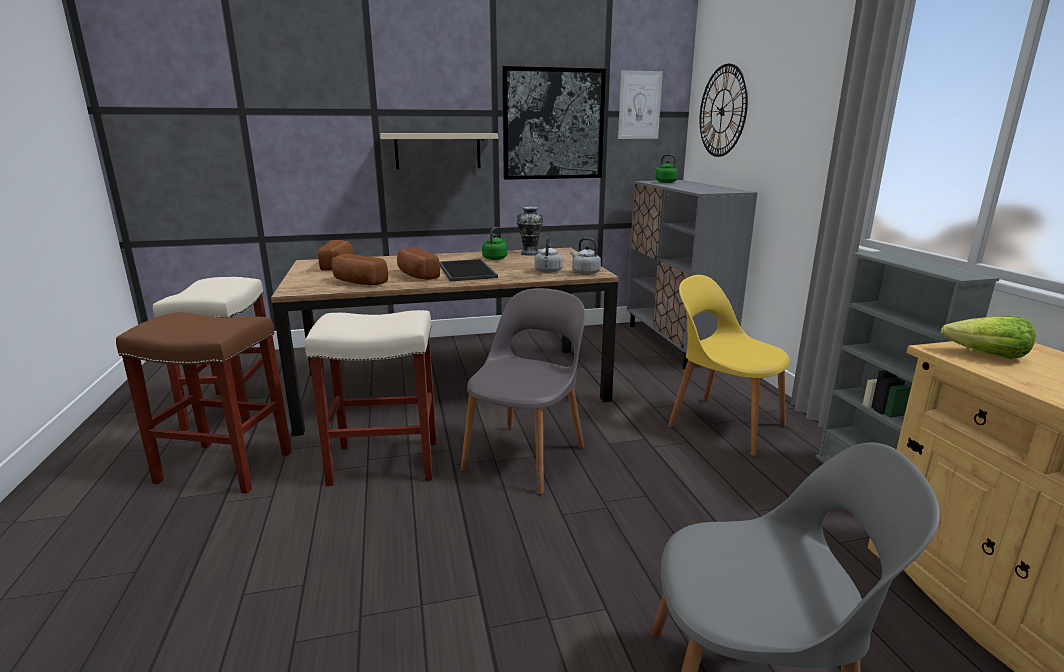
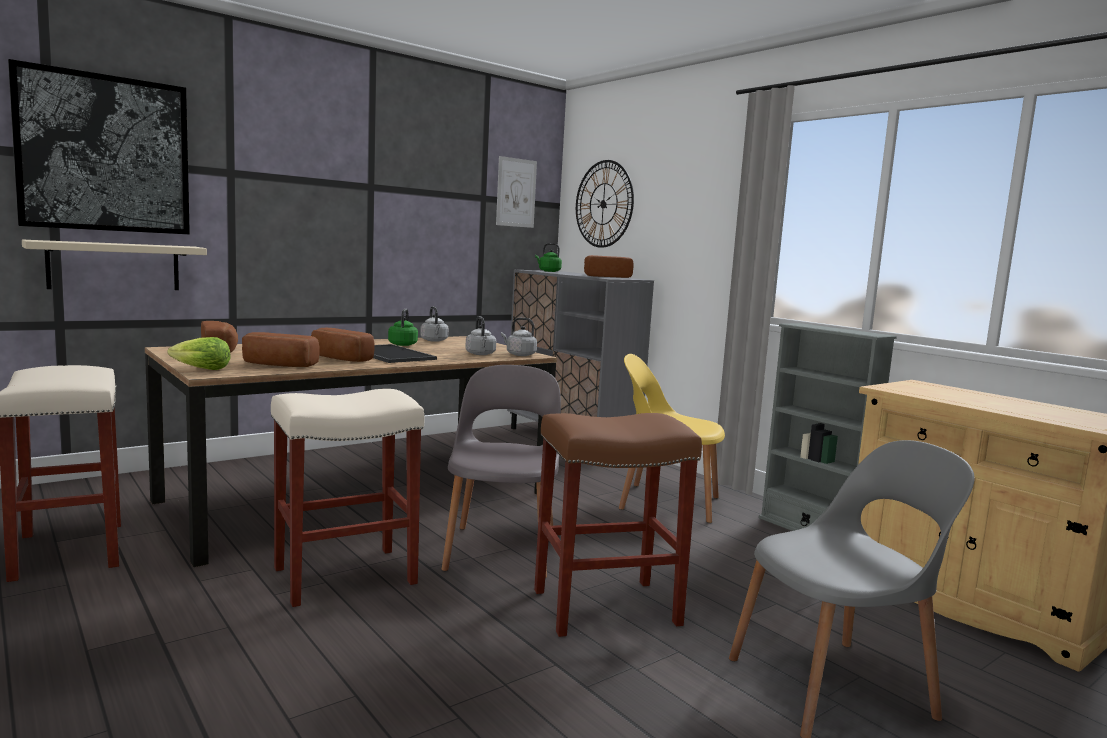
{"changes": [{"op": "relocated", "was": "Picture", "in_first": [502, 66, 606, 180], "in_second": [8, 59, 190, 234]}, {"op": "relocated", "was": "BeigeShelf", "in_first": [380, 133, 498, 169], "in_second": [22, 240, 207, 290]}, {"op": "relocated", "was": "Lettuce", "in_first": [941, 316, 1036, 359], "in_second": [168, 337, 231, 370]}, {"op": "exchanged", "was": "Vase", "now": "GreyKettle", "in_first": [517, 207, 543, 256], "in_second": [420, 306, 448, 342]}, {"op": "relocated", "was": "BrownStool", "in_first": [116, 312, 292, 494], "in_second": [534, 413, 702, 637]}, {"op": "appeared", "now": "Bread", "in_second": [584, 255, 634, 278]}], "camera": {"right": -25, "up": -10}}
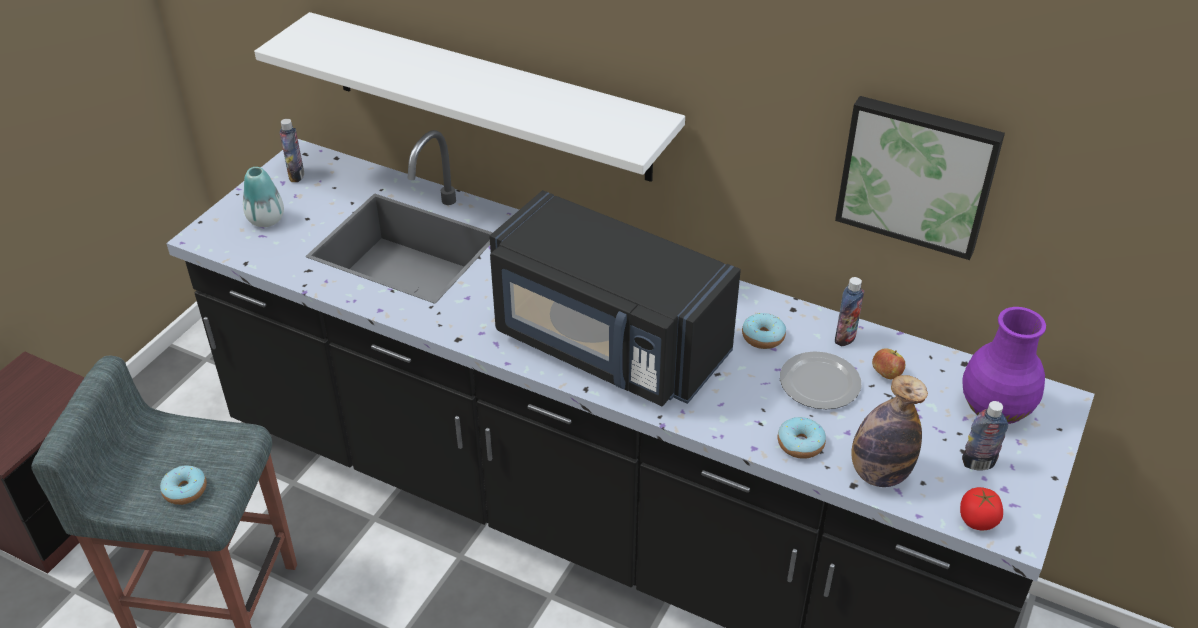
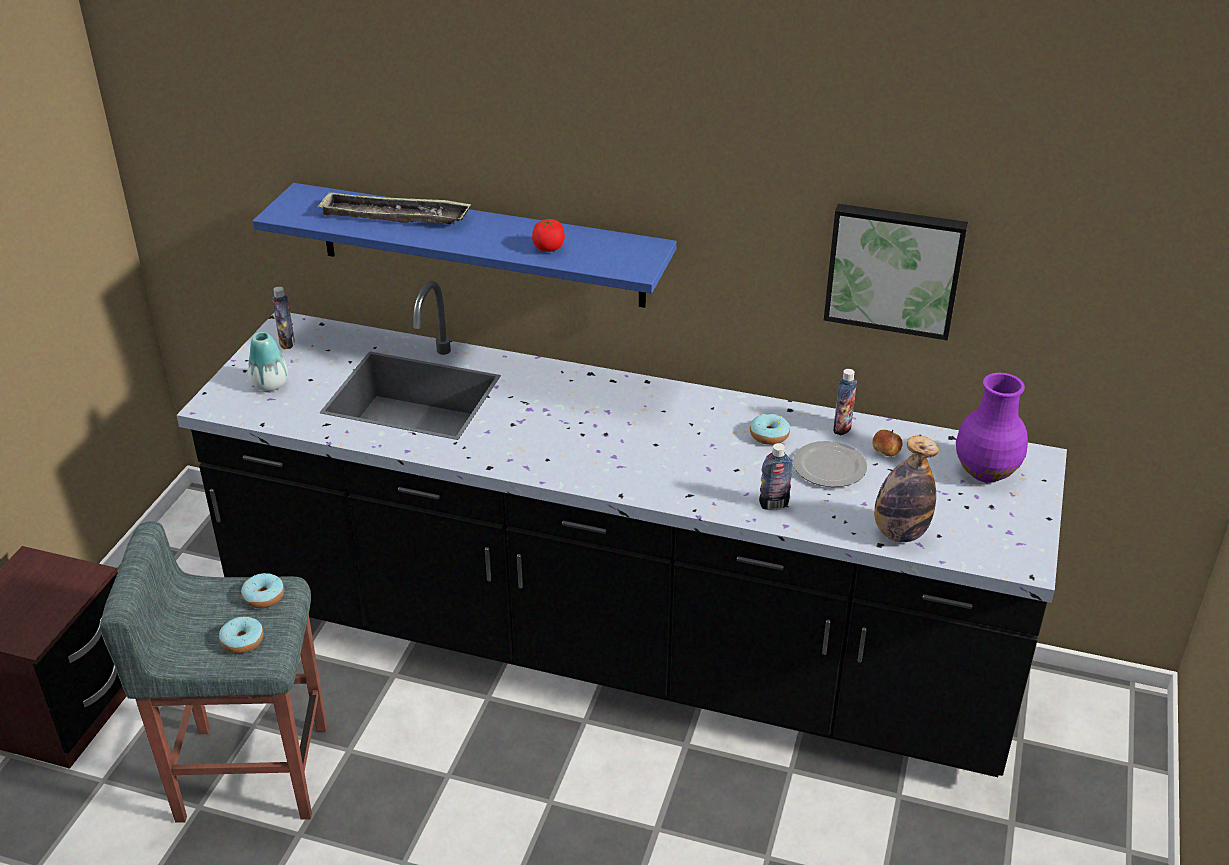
{"changes": [{"op": "relocated", "was": "Donut", "in_first": [778, 417, 826, 459], "in_second": [241, 573, 284, 608]}, {"op": "colour", "was": "WhiteShelf", "now": "BlueShelf", "in_first": [254, 12, 685, 182], "in_second": [253, 183, 677, 308]}, {"op": "appeared", "now": "Tray", "in_second": [317, 191, 471, 224]}, {"op": "relocated", "was": "Tomato", "in_first": [960, 487, 1003, 530], "in_second": [532, 219, 565, 252]}, {"op": "relocated", "was": "Bottle", "in_first": [962, 401, 1009, 471], "in_second": [759, 443, 793, 510]}, {"op": "missing", "was": "BlackMicrowave", "in_first": [489, 190, 741, 406]}], "camera": {"right": -10, "up": -5}}
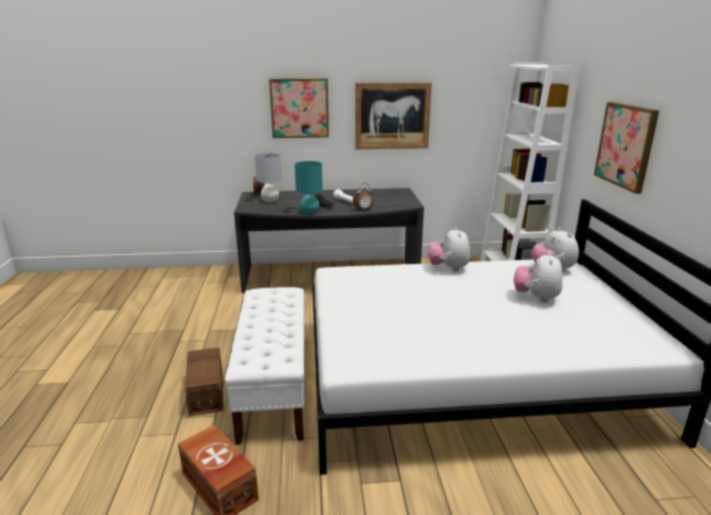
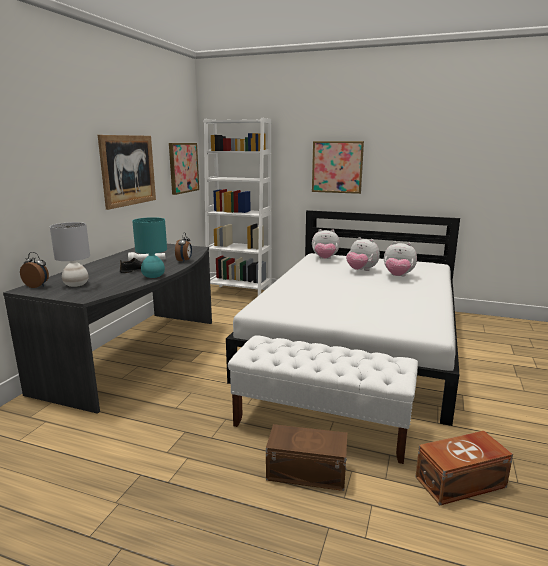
{"changes": [{"op": "relocated", "was": "Picture", "in_first": [269, 78, 329, 138], "in_second": [169, 143, 199, 195]}, {"op": "relocated", "was": "PlushToy", "in_first": [428, 227, 470, 272], "in_second": [384, 241, 417, 276]}], "camera": {"right": -65, "up": -5}}
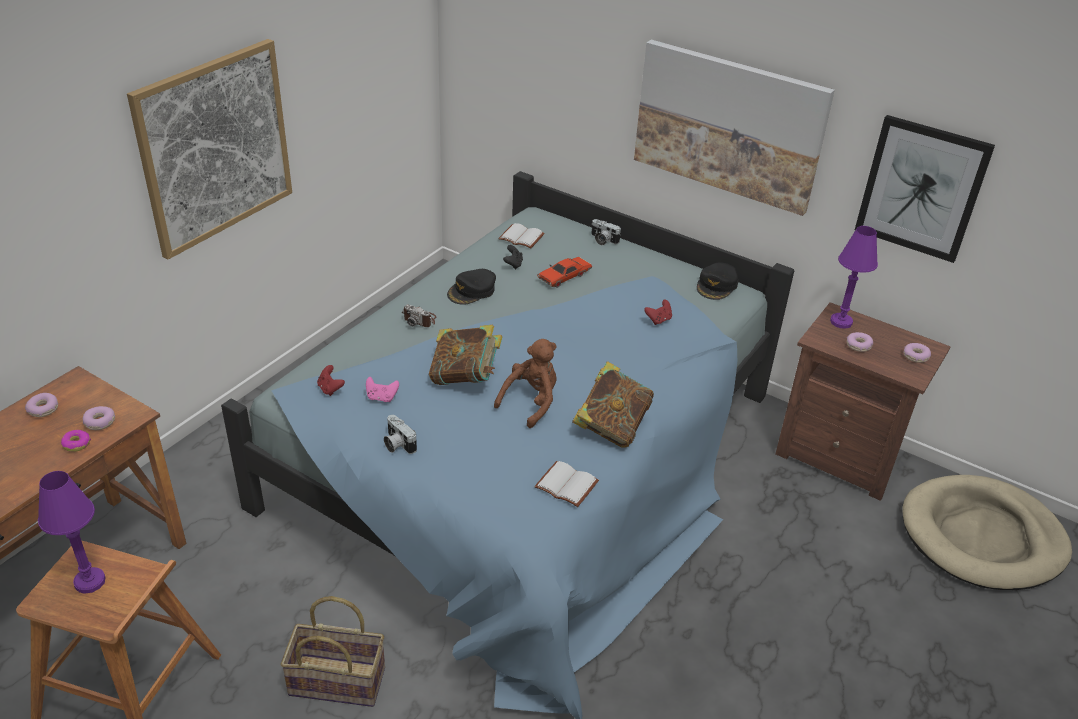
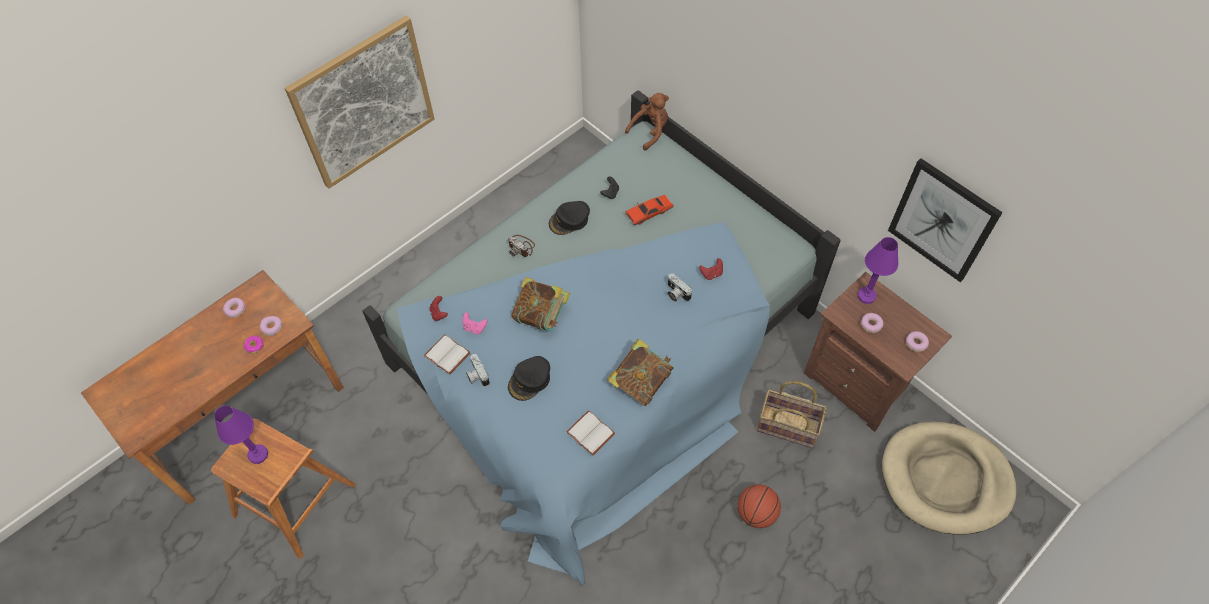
{"changes": [{"op": "relocated", "was": "WhiteBook", "in_first": [498, 223, 545, 248], "in_second": [424, 334, 471, 375]}, {"op": "relocated", "was": "BlackCap", "in_first": [697, 262, 738, 300], "in_second": [508, 356, 550, 401]}, {"op": "relocated", "was": "BrownPlushToy", "in_first": [494, 339, 557, 428], "in_second": [625, 93, 669, 150]}, {"op": "relocated", "was": "PhotoCamera", "in_first": [591, 219, 621, 245], "in_second": [668, 273, 692, 302]}, {"op": "appeared", "now": "Basketball", "in_second": [737, 484, 781, 528]}, {"op": "relocated", "was": "Basket", "in_first": [281, 596, 385, 707], "in_second": [757, 381, 827, 448]}, {"op": "missing", "was": "Picture", "in_first": [634, 40, 835, 216]}], "camera": {"right": 15, "up": 20}}
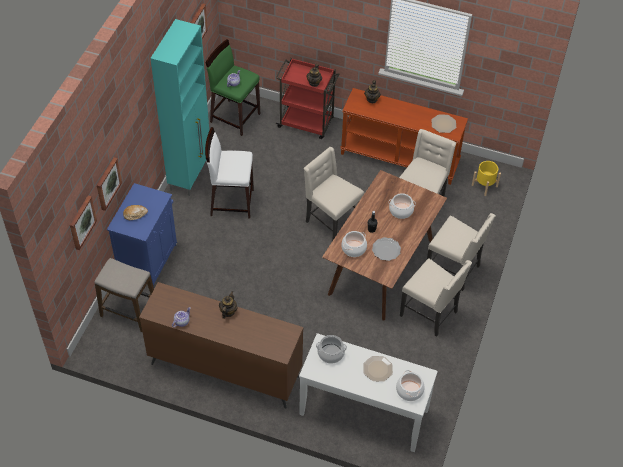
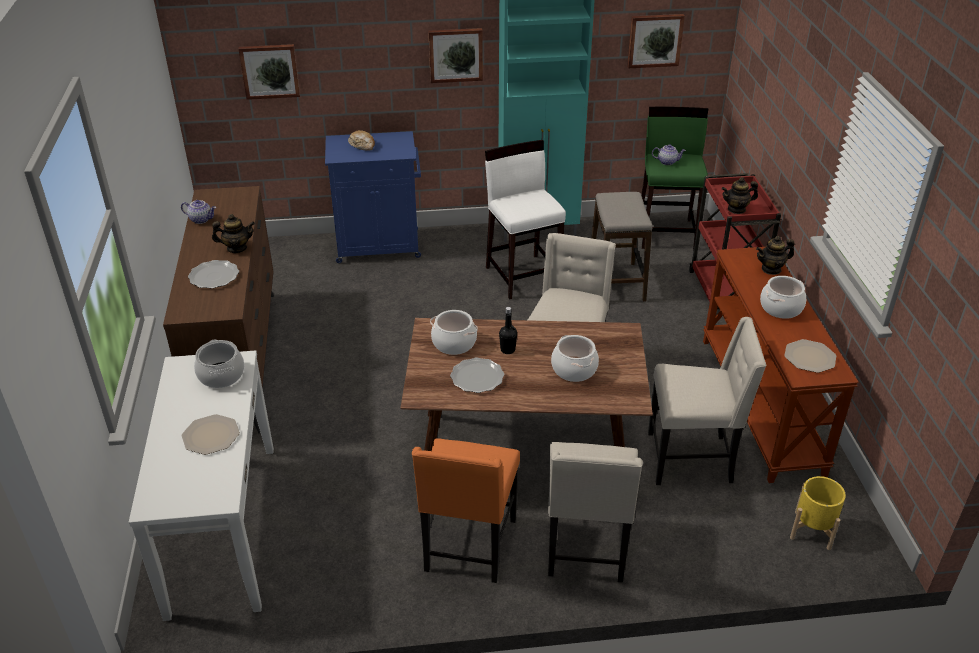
{"changes": [{"op": "appeared", "now": "Plate", "in_second": [188, 260, 239, 288]}, {"op": "colour", "was": "BeigeChair", "now": "OrangeChair", "in_first": [400, 258, 472, 337], "in_second": [412, 438, 520, 583]}, {"op": "relocated", "was": "Picture", "in_first": [97, 158, 122, 211], "in_second": [428, 28, 483, 83]}, {"op": "relocated", "was": "Stool", "in_first": [95, 258, 154, 332], "in_second": [591, 192, 653, 302]}, {"op": "relocated", "was": "CookingPot", "in_first": [396, 370, 425, 401], "in_second": [760, 276, 806, 319]}], "camera": {"right": 65, "up": -15}}
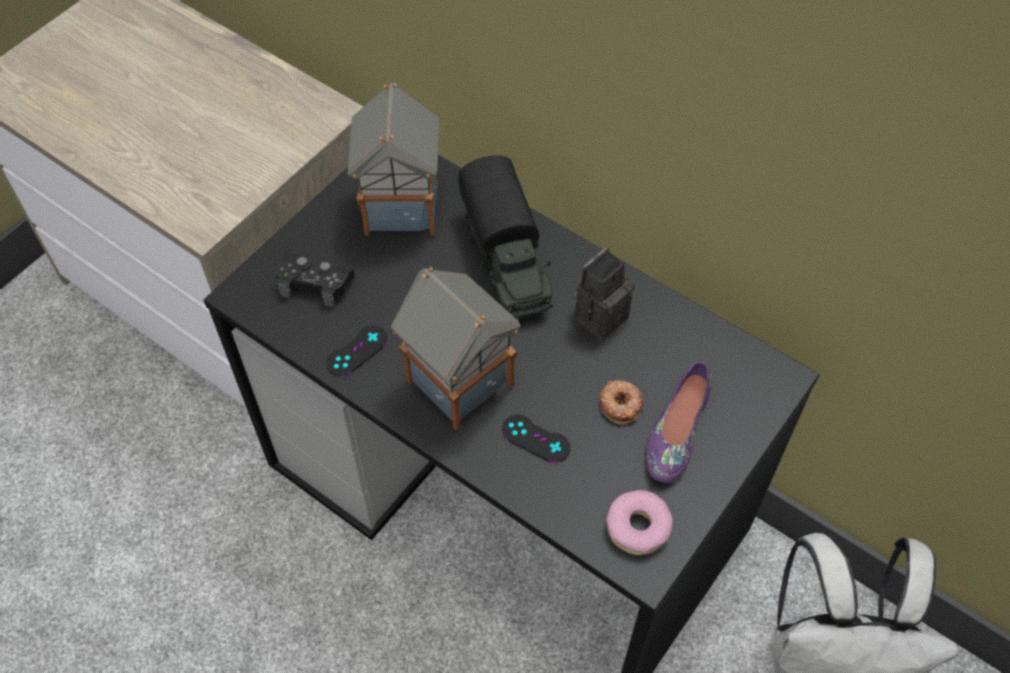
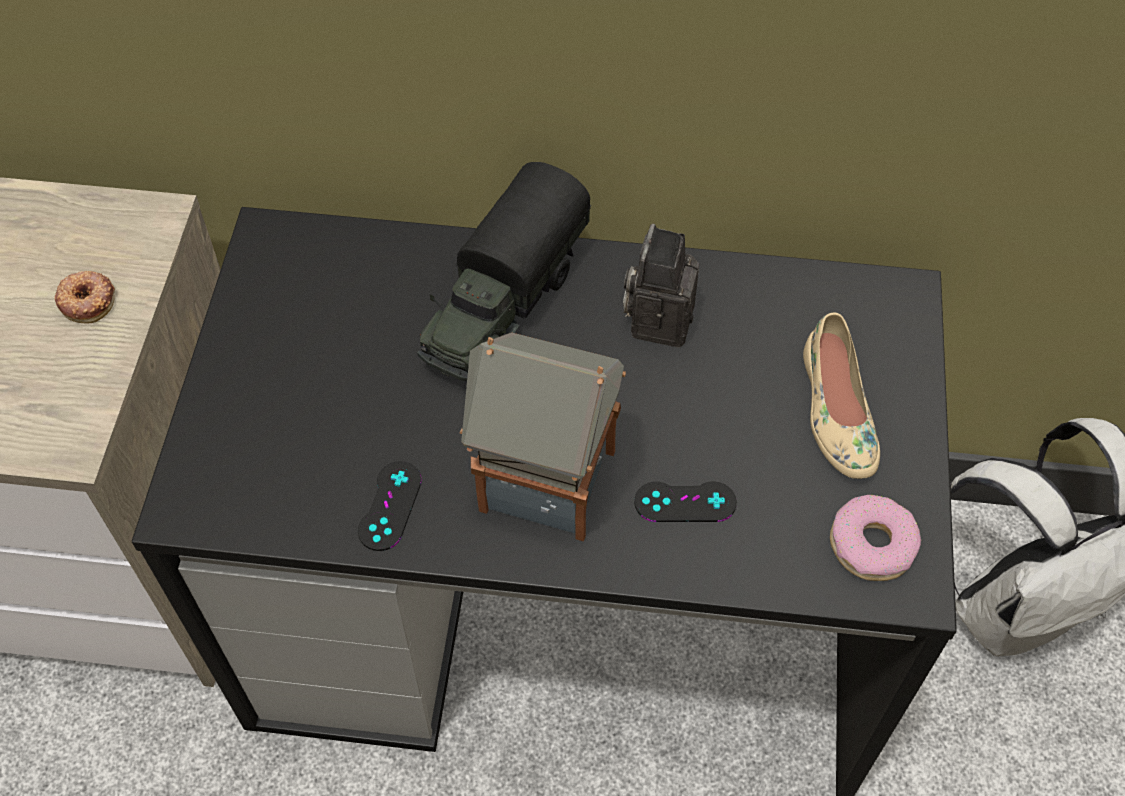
{"changes": [{"op": "relocated", "was": "Donut", "in_first": [599, 380, 644, 425], "in_second": [54, 271, 115, 324]}, {"op": "spun", "was": "ToyTruck", "in_first": [458, 155, 553, 318], "in_second": [417, 162, 591, 381], "clockwise": 75}, {"op": "colour", "was": "PurpleShoe", "now": "BeigeShoe", "in_first": [646, 362, 712, 483], "in_second": [803, 313, 880, 479]}, {"op": "missing", "was": "BlackGameController", "in_first": [276, 252, 354, 307]}, {"op": "missing", "was": "ToyHouse", "in_first": [347, 83, 439, 236]}], "camera": {"right": -30, "up": 0}}
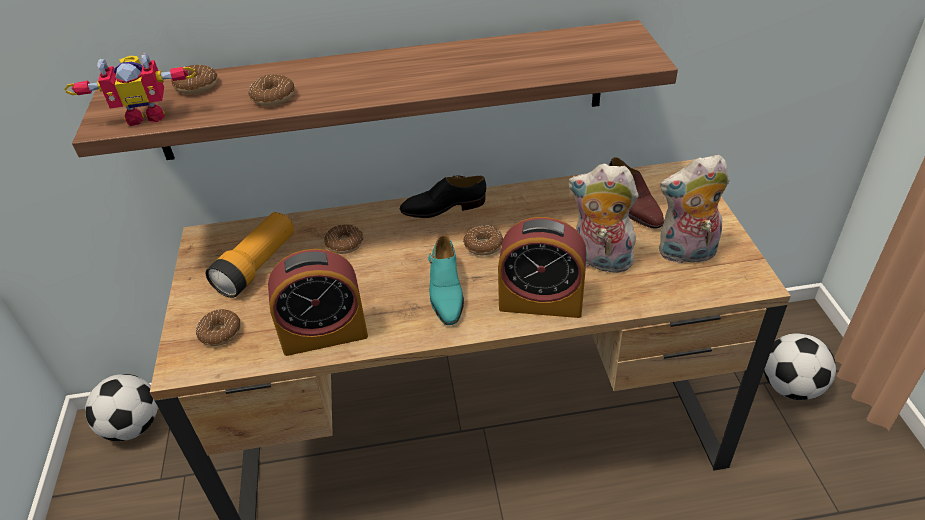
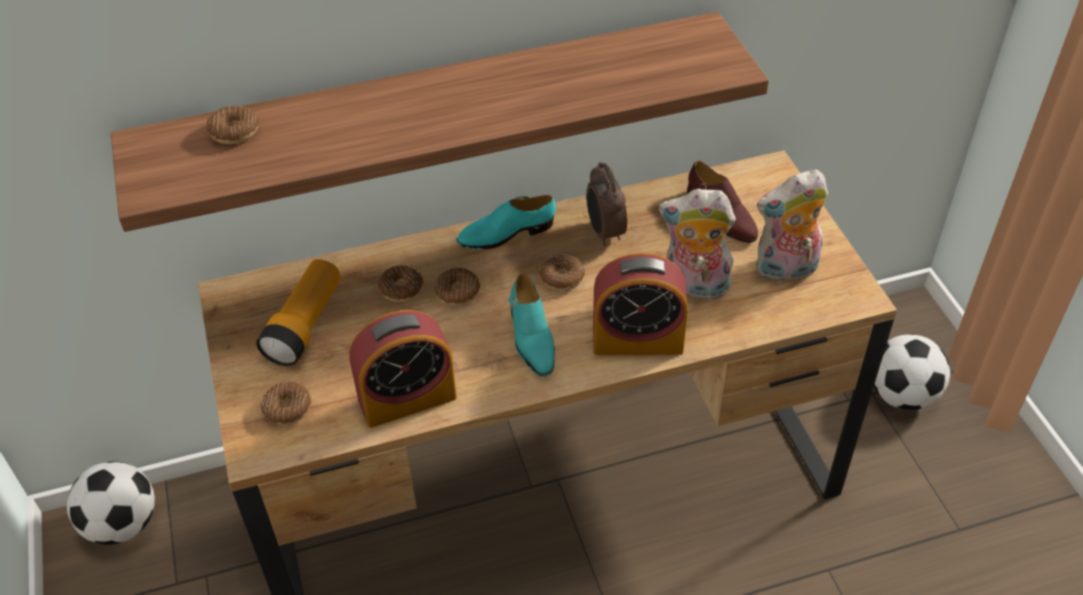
{"changes": [{"op": "relocated", "was": "Donut", "in_first": [249, 74, 295, 106], "in_second": [434, 268, 480, 305]}, {"op": "colour", "was": "BlackShoe", "now": "TurquoiseShoe", "in_first": [400, 175, 486, 218], "in_second": [457, 195, 555, 249]}, {"op": "appeared", "now": "AlarmClock", "in_second": [586, 162, 627, 246]}, {"op": "missing", "was": "ToyRobot", "in_first": [64, 53, 196, 126]}], "camera": {"right": -10, "up": 5}}
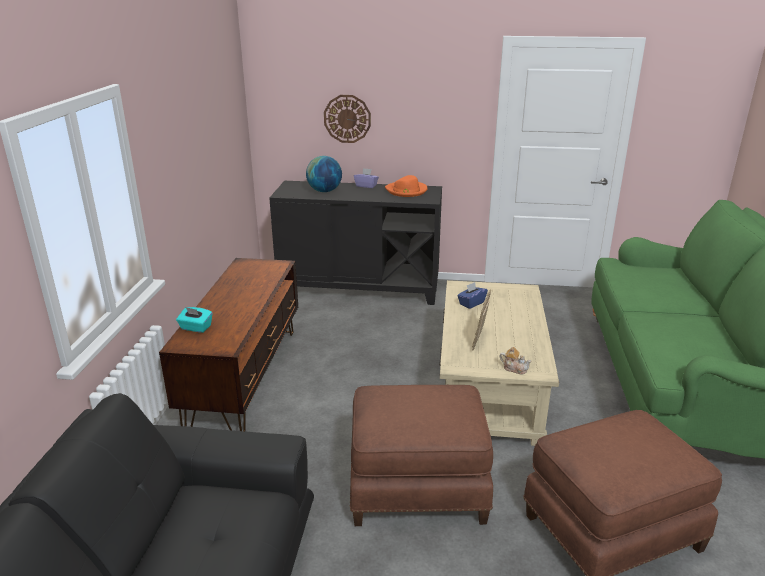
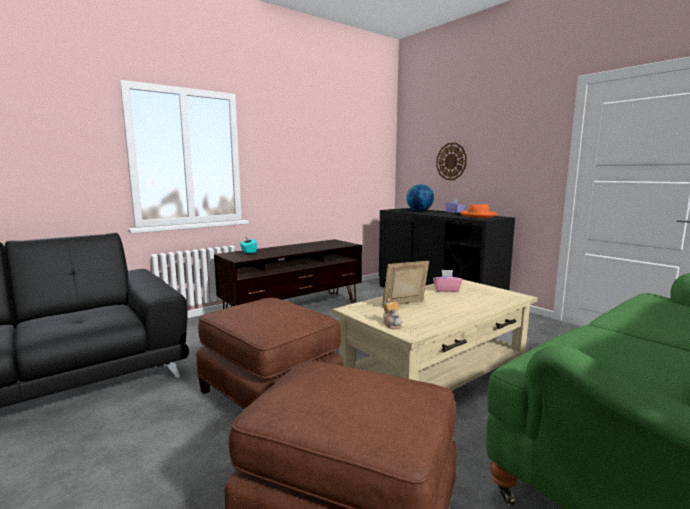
{"changes": [{"op": "colour", "was": "BlueTissueBox", "now": "PinkTissueBox", "in_first": [457, 282, 488, 309], "in_second": [433, 270, 462, 292]}], "camera": {"right": 45, "up": -15}}
